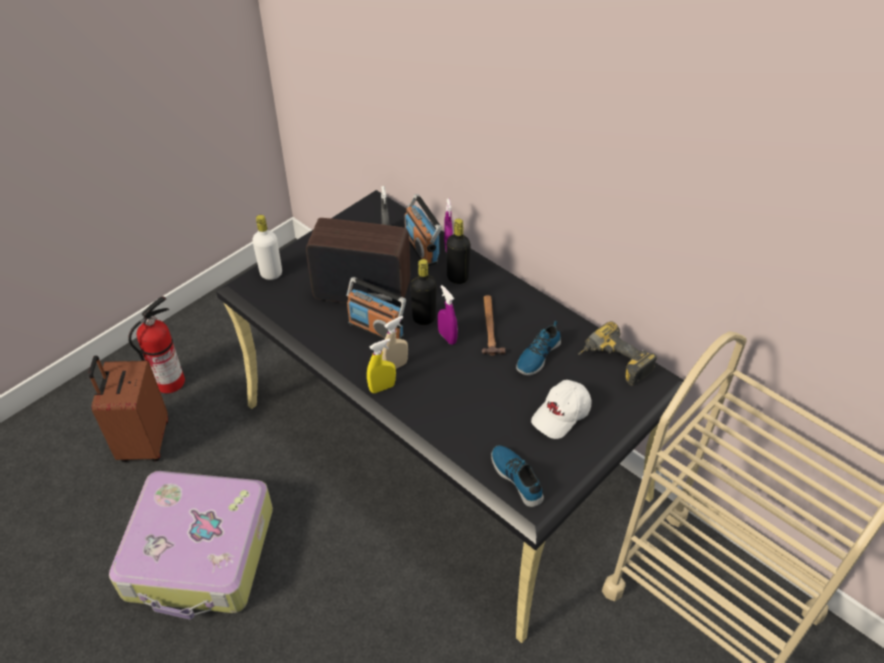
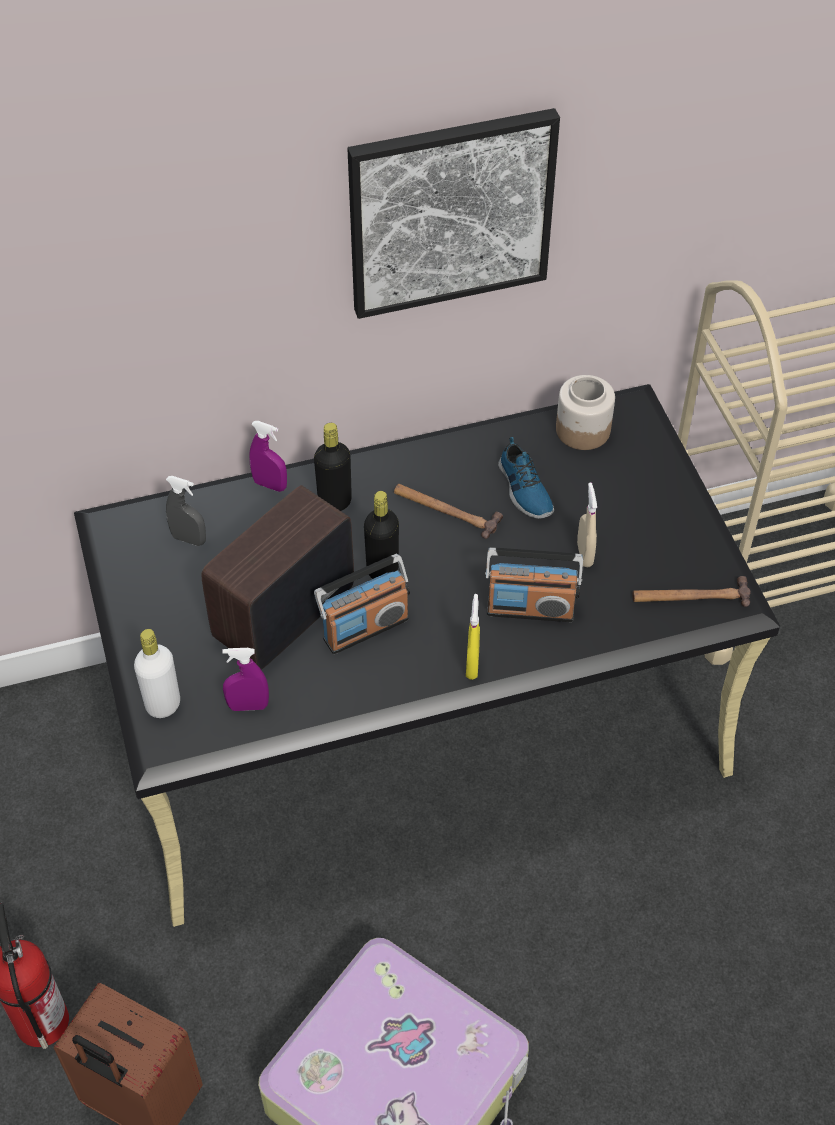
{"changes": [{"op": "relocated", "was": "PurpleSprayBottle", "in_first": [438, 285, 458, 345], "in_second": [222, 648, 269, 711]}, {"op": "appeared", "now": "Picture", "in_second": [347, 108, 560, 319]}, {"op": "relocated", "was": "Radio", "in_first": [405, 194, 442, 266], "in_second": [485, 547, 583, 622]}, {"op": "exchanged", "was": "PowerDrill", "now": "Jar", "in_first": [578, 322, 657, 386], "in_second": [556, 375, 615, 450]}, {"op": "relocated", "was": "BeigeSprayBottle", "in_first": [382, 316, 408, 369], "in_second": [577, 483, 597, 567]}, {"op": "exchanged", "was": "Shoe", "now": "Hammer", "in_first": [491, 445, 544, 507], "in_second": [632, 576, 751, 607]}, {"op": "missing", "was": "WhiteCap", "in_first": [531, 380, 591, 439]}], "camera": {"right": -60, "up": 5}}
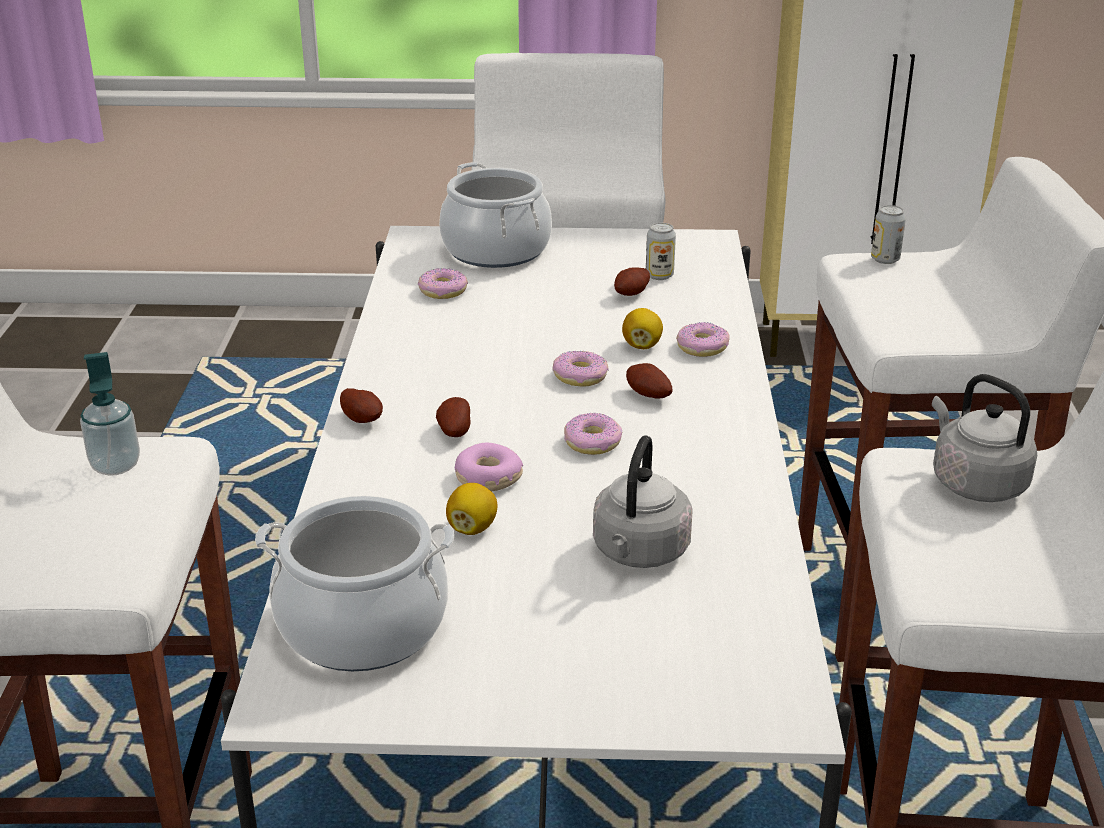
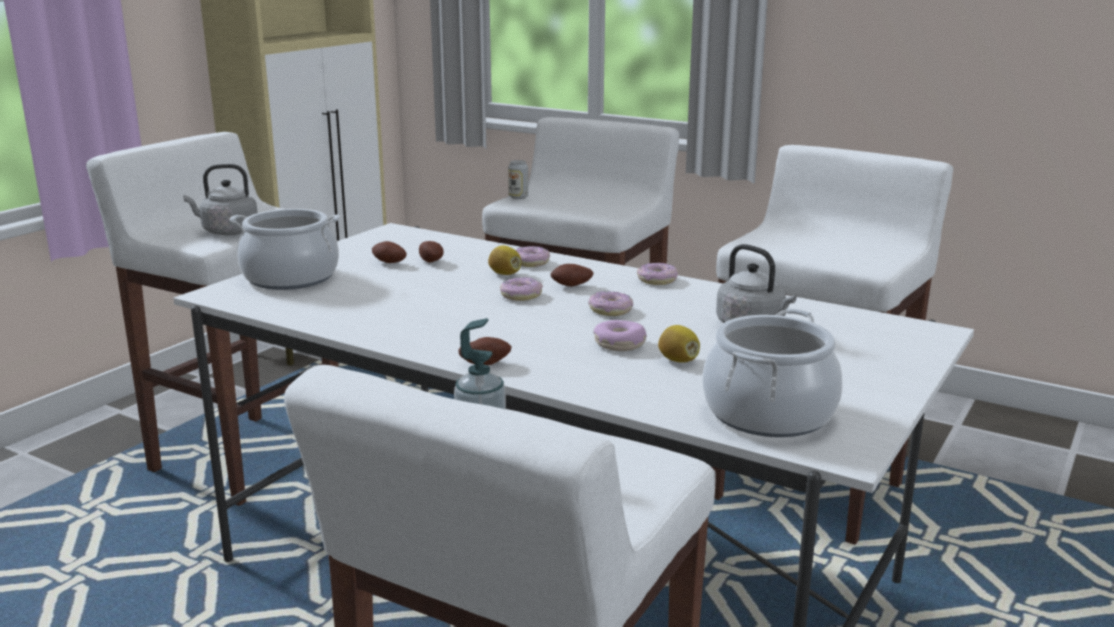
{"changes": [{"op": "relocated", "was": "GreyKettle", "in_first": [932, 374, 1037, 502], "in_second": [183, 164, 258, 235]}, {"op": "relocated", "was": "Potato", "in_first": [436, 397, 470, 437], "in_second": [372, 241, 407, 263]}, {"op": "relocated", "was": "Donut", "in_first": [418, 268, 468, 299], "in_second": [637, 263, 678, 285]}, {"op": "missing", "was": "Can", "in_first": [646, 223, 676, 280]}], "camera": {"right": -60, "up": -10}}
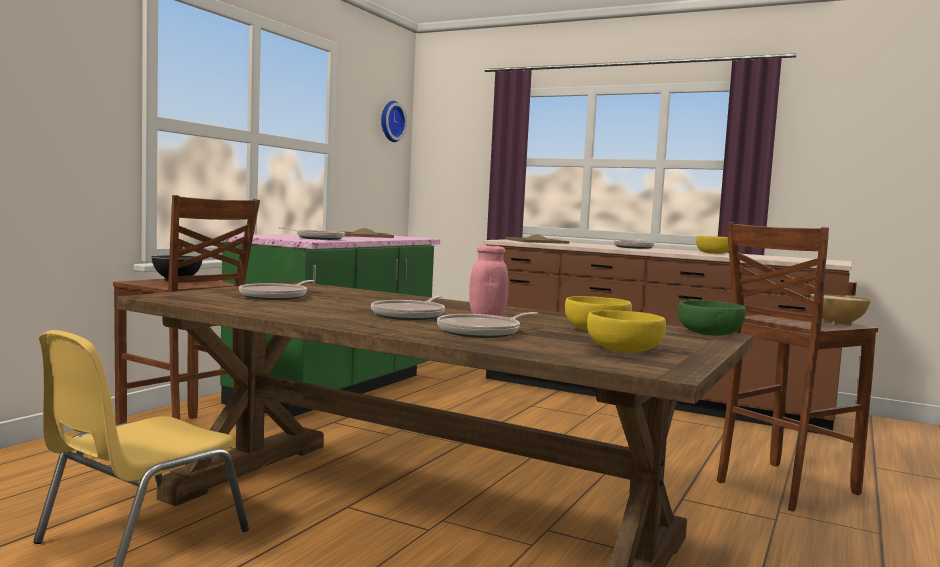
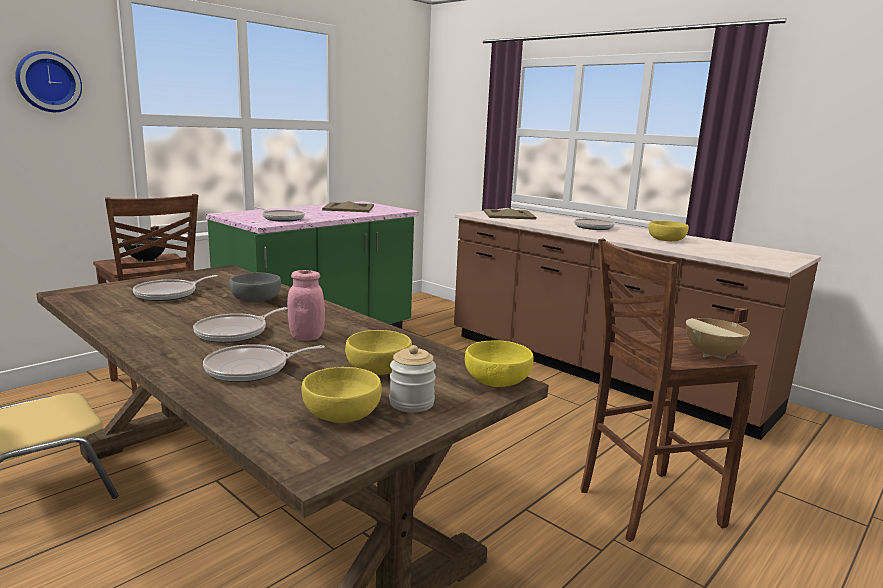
{"changes": [{"op": "relocated", "was": "WallClock", "in_first": [381, 101, 407, 142], "in_second": [15, 51, 82, 112]}, {"op": "appeared", "now": "GreyBowl", "in_second": [229, 273, 281, 302]}, {"op": "appeared", "now": "Jar", "in_second": [389, 345, 436, 412]}, {"op": "colour", "was": "GreenBowl", "now": "YellowBowl", "in_first": [677, 300, 746, 336], "in_second": [465, 340, 534, 387]}], "camera": {"right": 15, "up": 10}}
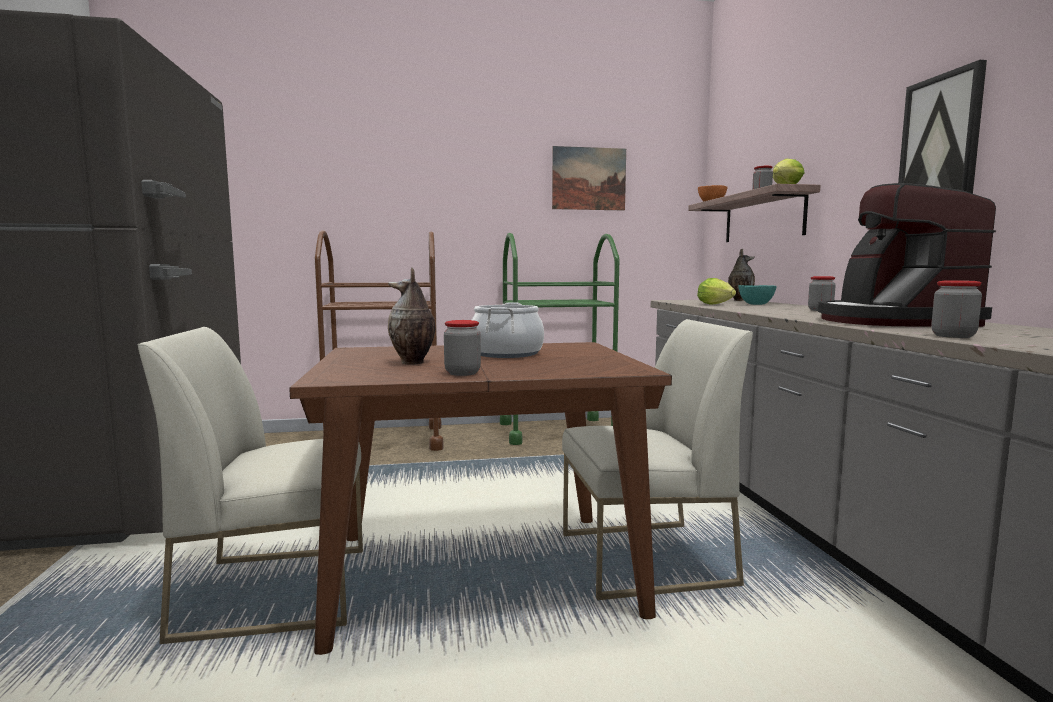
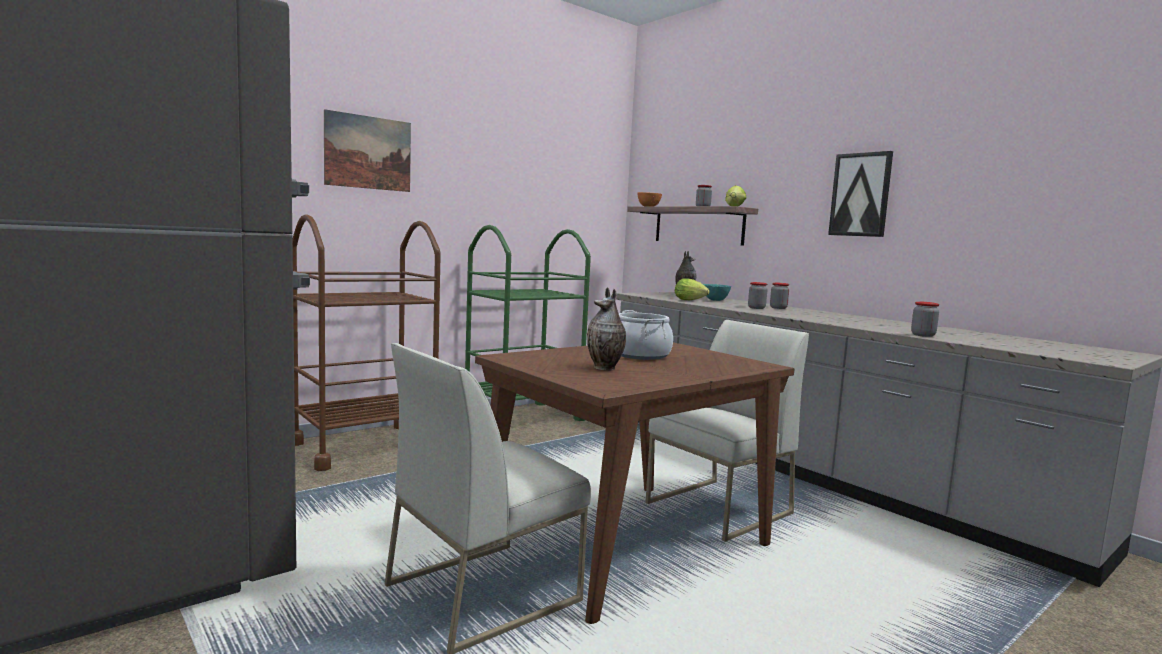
{"changes": [{"op": "relocated", "was": "Picture", "in_first": [552, 146, 626, 210], "in_second": [324, 109, 411, 192]}, {"op": "relocated", "was": "Jar", "in_first": [444, 320, 481, 376], "in_second": [748, 282, 768, 309]}, {"op": "missing", "was": "CoffeeMachine", "in_first": [818, 183, 996, 327]}], "camera": {"right": -30, "up": 0}}
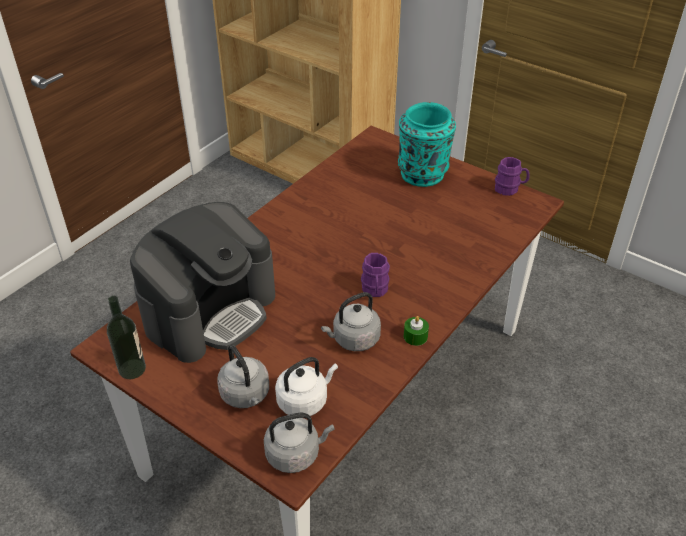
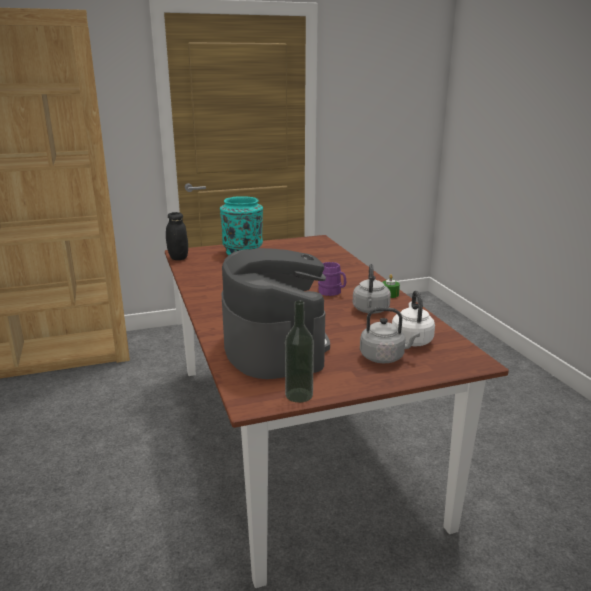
{"changes": [{"op": "appeared", "now": "BlackJar", "in_second": [166, 212, 188, 260]}, {"op": "missing", "was": "GreyKettle", "in_first": [264, 413, 335, 473]}, {"op": "missing", "was": "PurpleMug", "in_first": [495, 157, 530, 196]}], "camera": {"right": -55, "up": -20}}
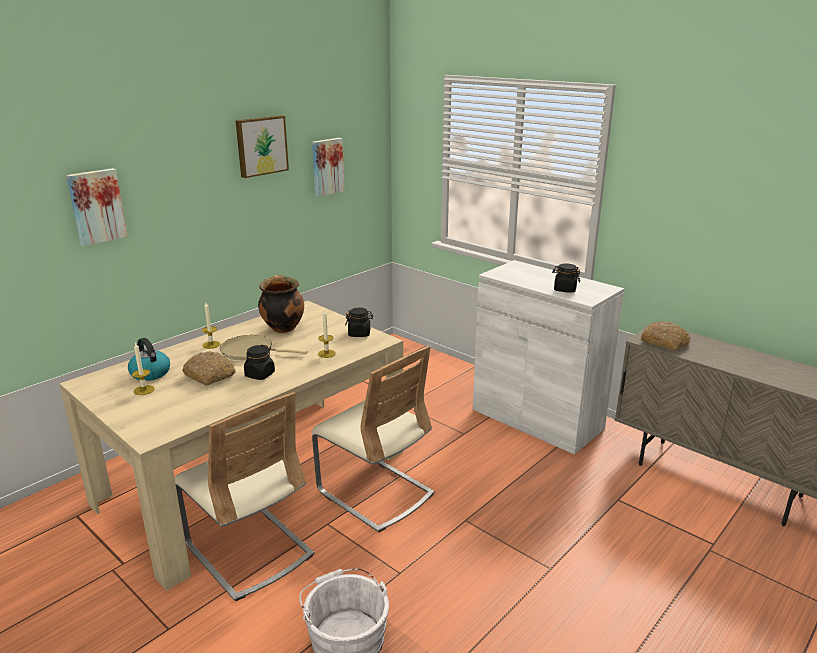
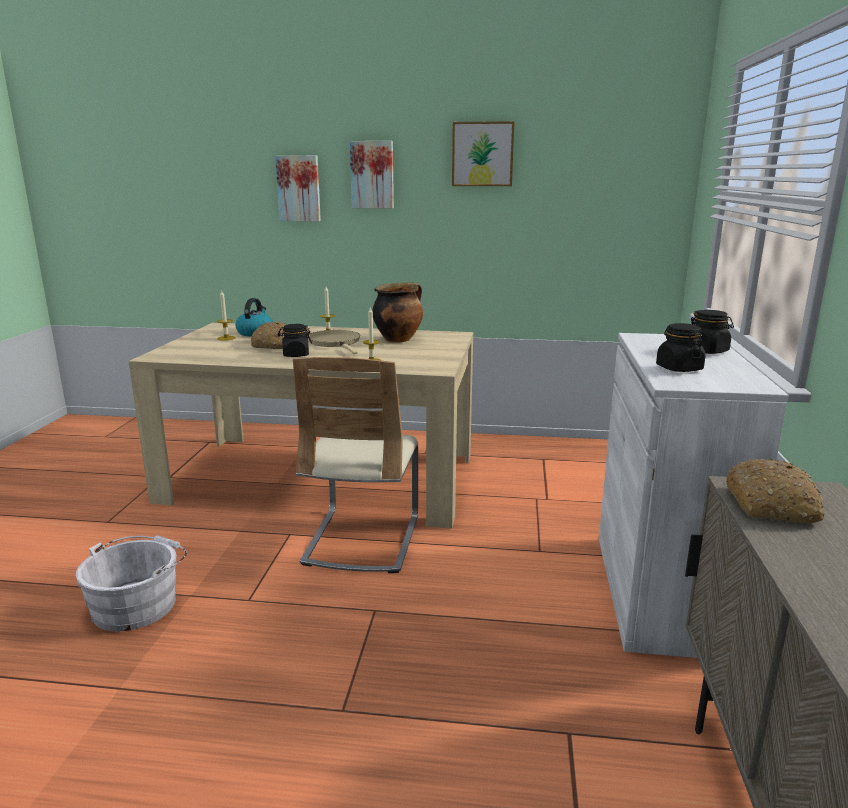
{"changes": [{"op": "relocated", "was": "Picture", "in_first": [312, 138, 345, 197], "in_second": [350, 141, 394, 208]}, {"op": "relocated", "was": "BlackJar", "in_first": [345, 308, 373, 337], "in_second": [691, 310, 734, 354]}, {"op": "missing", "was": "BeigeChair", "in_first": [175, 392, 314, 601]}], "camera": {"right": 55, "up": -5}}
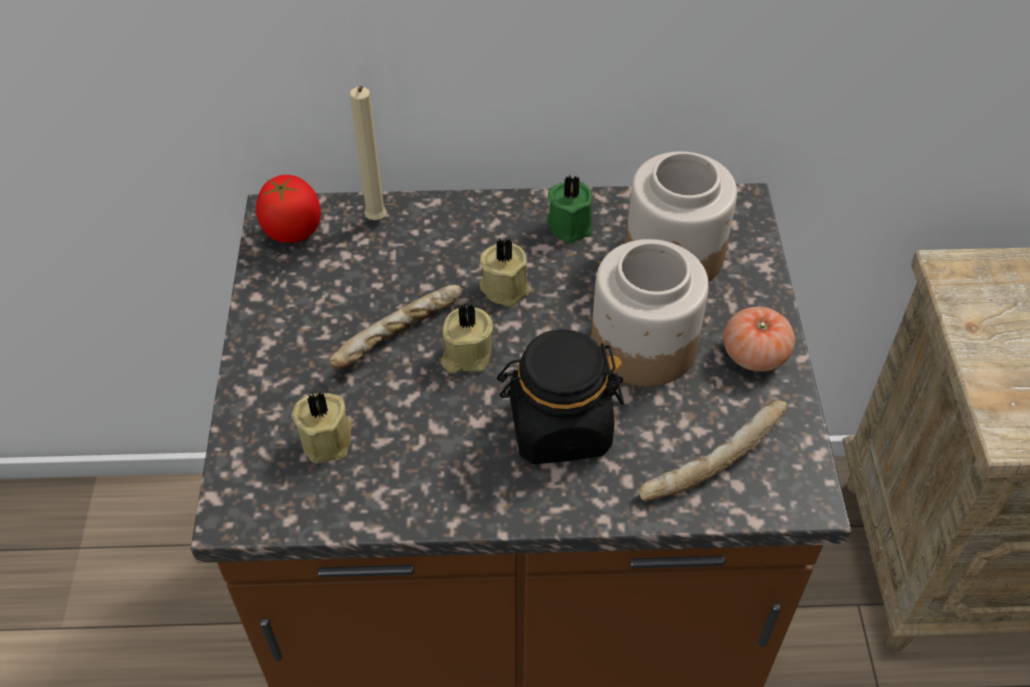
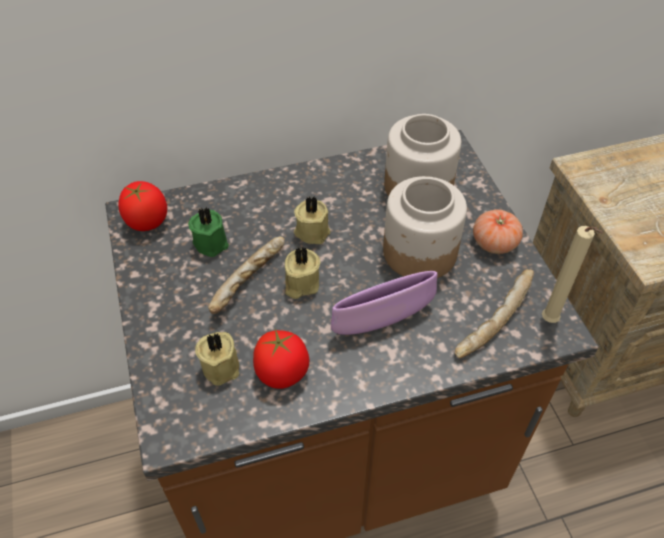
{"changes": [{"op": "relocated", "was": "GreenCandle", "in_first": [547, 175, 593, 243], "in_second": [188, 207, 229, 257]}, {"op": "appeared", "now": "Tomato", "in_second": [253, 328, 309, 389]}, {"op": "exchanged", "was": "BlackJar", "now": "PurpleBowl", "in_first": [497, 329, 624, 464], "in_second": [331, 271, 437, 335]}, {"op": "relocated", "was": "BeigeCandle", "in_first": [350, 86, 387, 220], "in_second": [542, 226, 602, 323]}], "camera": {"right": -15, "up": 0}}
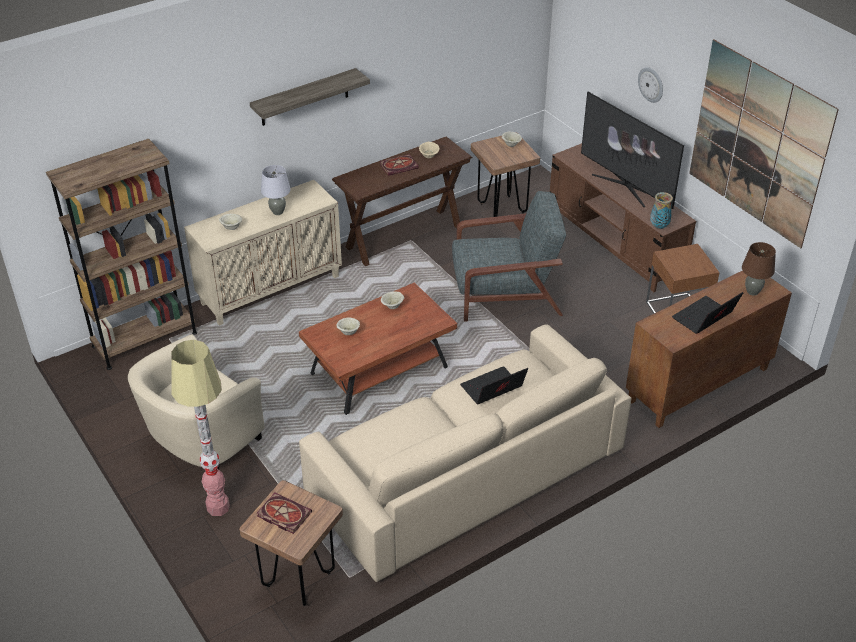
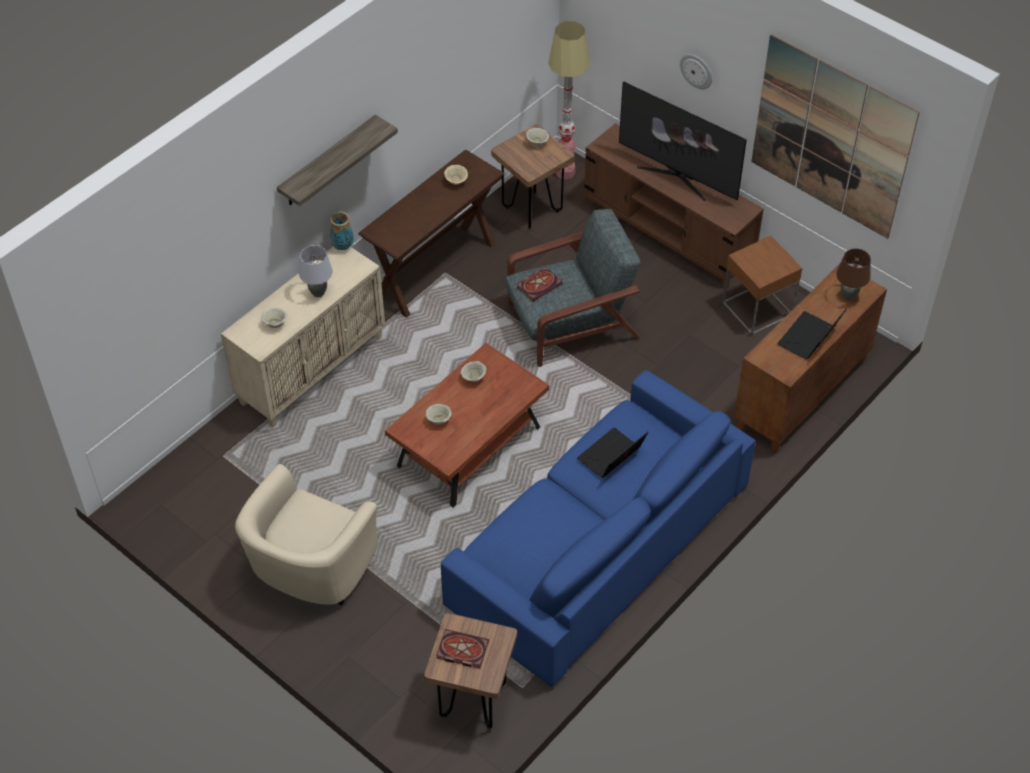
{"changes": [{"op": "relocated", "was": "Vase", "in_first": [650, 192, 673, 229], "in_second": [330, 211, 354, 250]}, {"op": "colour", "was": "BeigeSofa", "now": "BlueSofa", "in_first": [299, 324, 632, 582], "in_second": [441, 370, 756, 687]}, {"op": "relocated", "was": "Book", "in_first": [379, 154, 419, 176], "in_second": [517, 266, 563, 301]}, {"op": "relocated", "was": "FloorLamp", "in_first": [172, 340, 230, 516], "in_second": [548, 21, 589, 180]}, {"op": "missing", "was": "BrownBookcase", "in_first": [46, 139, 197, 370]}], "camera": {"right": -15, "up": 10}}
